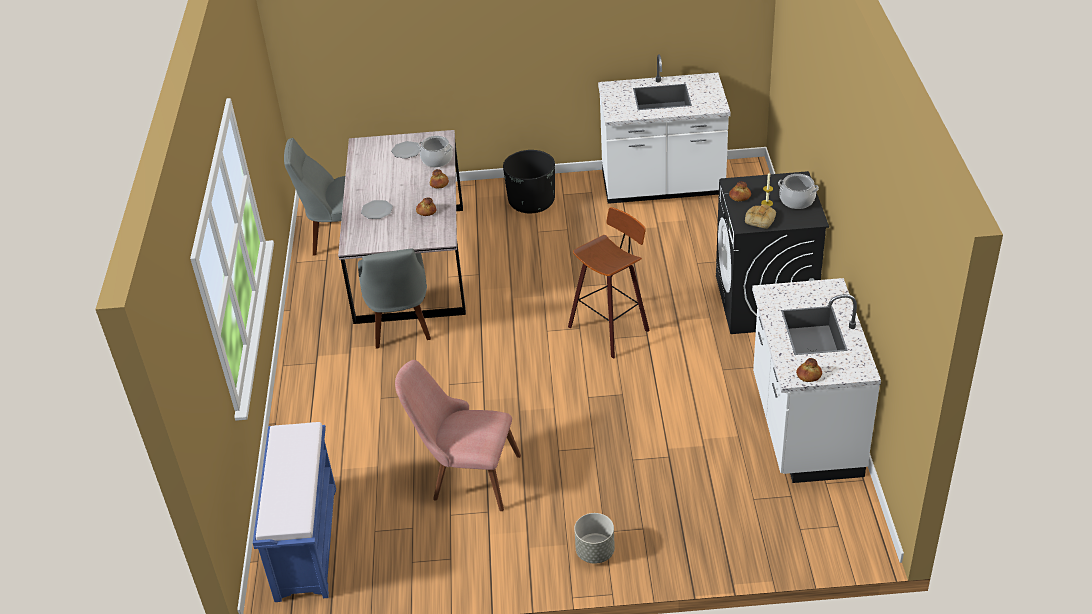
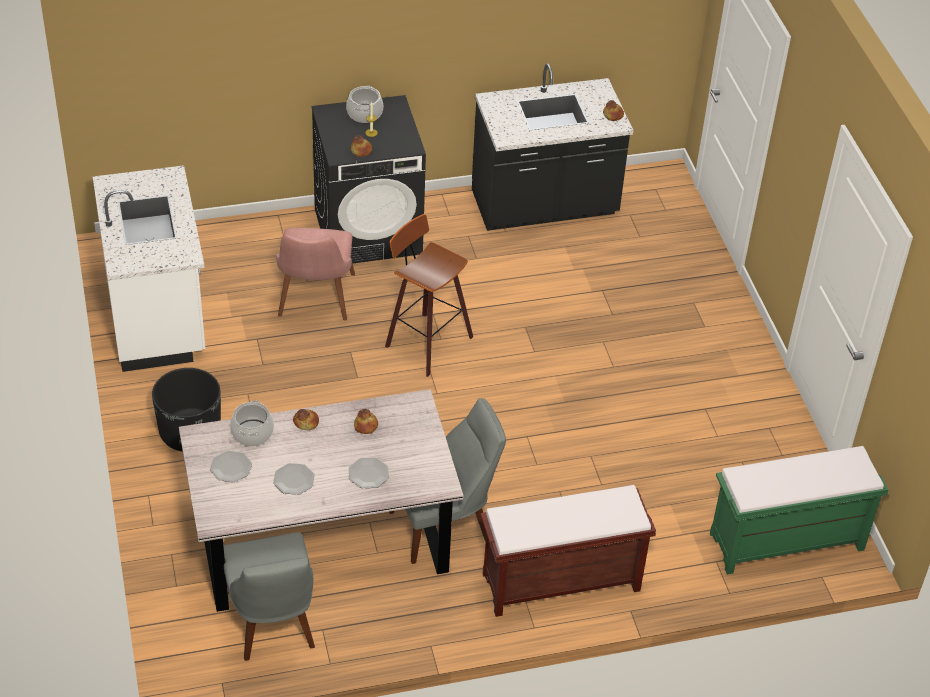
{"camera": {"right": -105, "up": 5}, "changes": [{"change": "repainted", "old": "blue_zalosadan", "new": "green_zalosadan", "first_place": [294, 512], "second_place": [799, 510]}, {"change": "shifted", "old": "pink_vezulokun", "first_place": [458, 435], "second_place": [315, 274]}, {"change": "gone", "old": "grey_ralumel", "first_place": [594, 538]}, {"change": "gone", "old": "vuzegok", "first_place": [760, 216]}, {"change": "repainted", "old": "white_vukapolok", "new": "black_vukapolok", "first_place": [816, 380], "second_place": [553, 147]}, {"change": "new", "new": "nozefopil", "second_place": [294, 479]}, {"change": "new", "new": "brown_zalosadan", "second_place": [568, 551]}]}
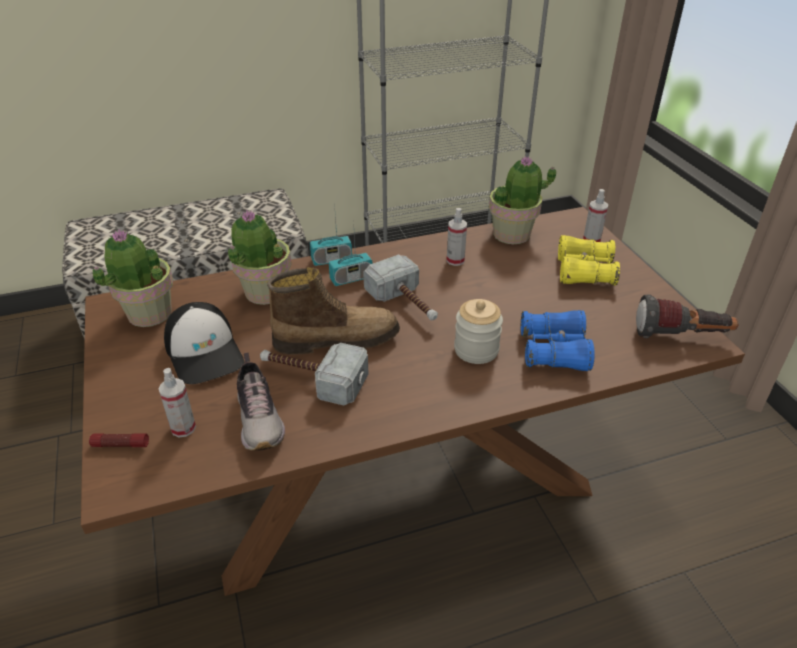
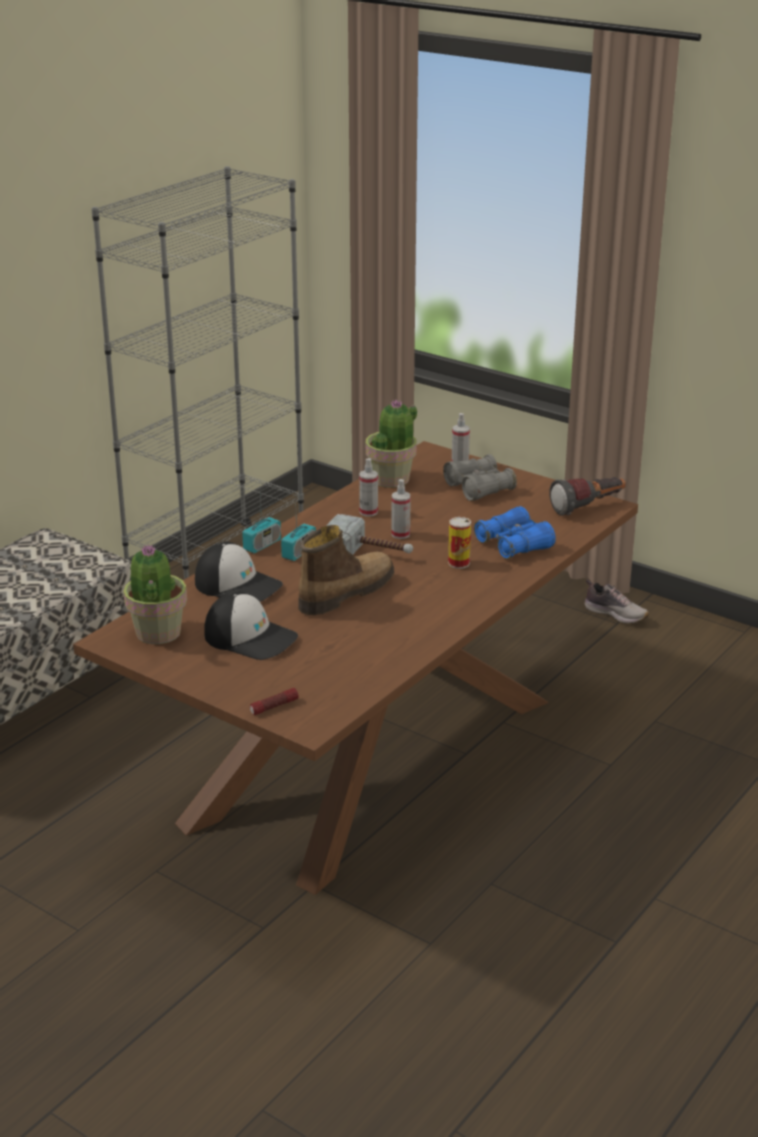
{"camera": {"right": -35, "up": -10}, "changes": [{"change": "shifted", "old": "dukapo", "first_place": [177, 402], "second_place": [401, 509]}, {"change": "swapped", "old": "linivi", "new": "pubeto", "first_place": [259, 258], "second_place": [239, 572]}, {"change": "shifted", "old": "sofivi", "first_place": [261, 402], "second_place": [617, 601]}, {"change": "gone", "old": "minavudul", "first_place": [314, 374]}, {"change": "swapped", "old": "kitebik", "new": "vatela", "first_place": [478, 331], "second_place": [459, 543]}, {"change": "repainted", "old": "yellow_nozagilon", "new": "grey_nozagilon", "first_place": [589, 260], "second_place": [480, 477]}]}
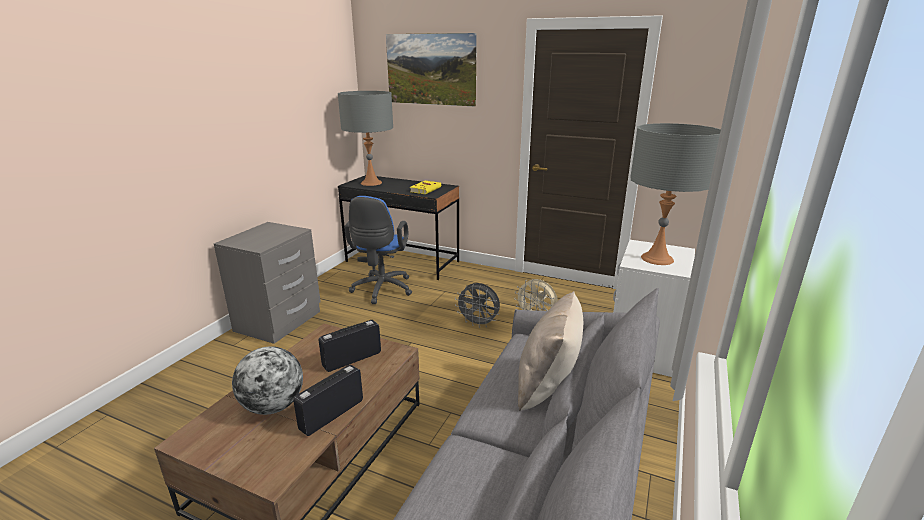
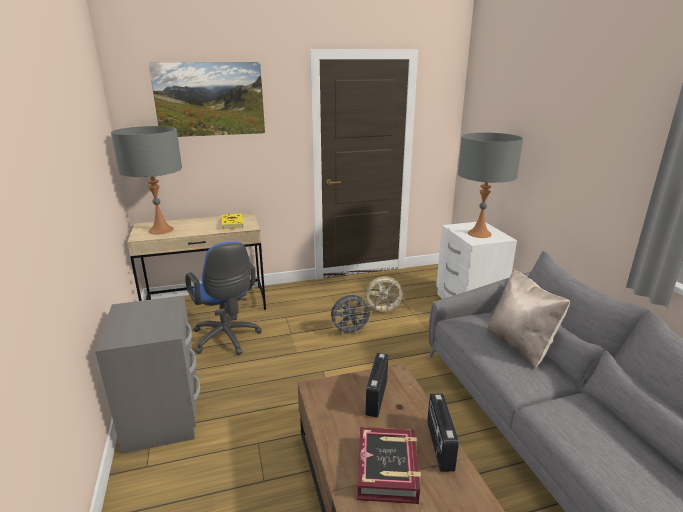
{"camera": {"right": -40, "up": 0}, "changes": [{"change": "swapped", "old": "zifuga", "new": "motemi", "first_place": [267, 380], "second_place": [389, 465]}, {"change": "repainted", "old": "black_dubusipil", "new": "beige_dubusipil", "first_place": [398, 227], "second_place": [196, 261]}]}
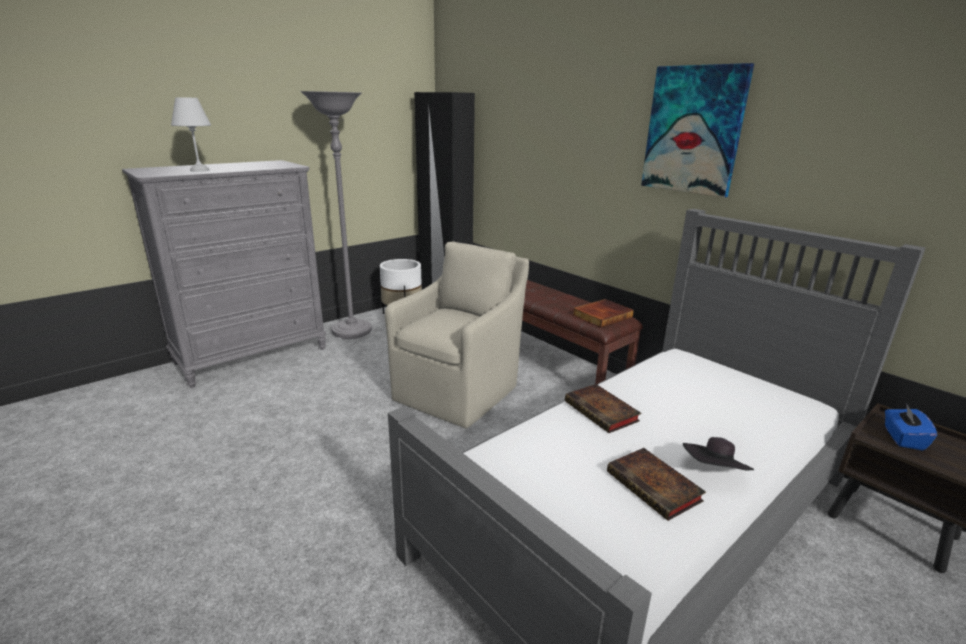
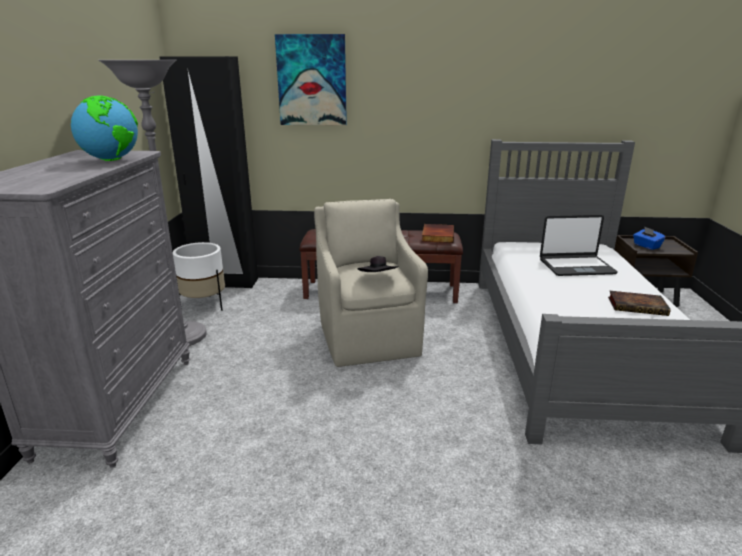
{"camera": {"right": -45, "up": 0}, "changes": [{"change": "gone", "old": "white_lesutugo", "first_place": [191, 134]}, {"change": "gone", "old": "motemi", "first_place": [603, 408]}, {"change": "shifted", "old": "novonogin", "first_place": [697, 130], "second_place": [311, 80]}, {"change": "shifted", "old": "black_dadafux", "first_place": [718, 454], "second_place": [378, 264]}, {"change": "new", "new": "zifuga", "second_place": [104, 128]}, {"change": "new", "new": "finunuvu", "second_place": [579, 245]}]}
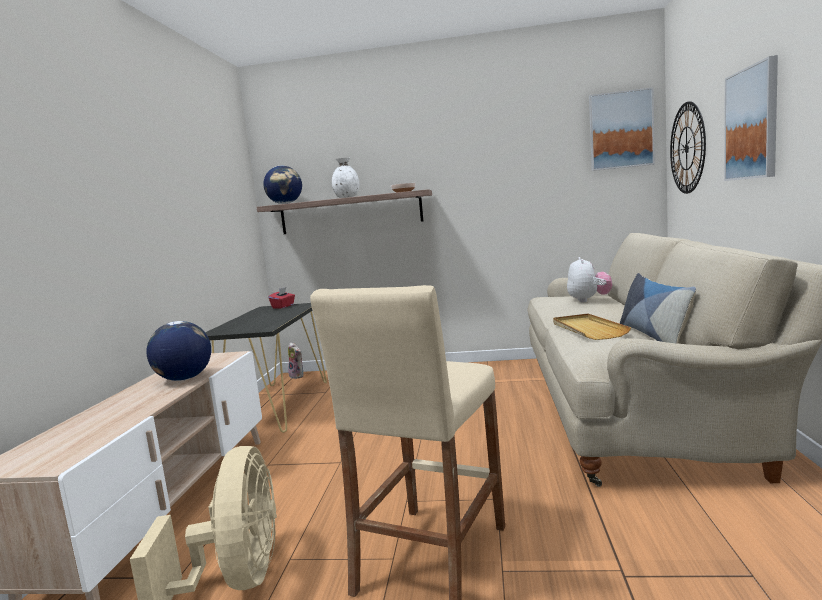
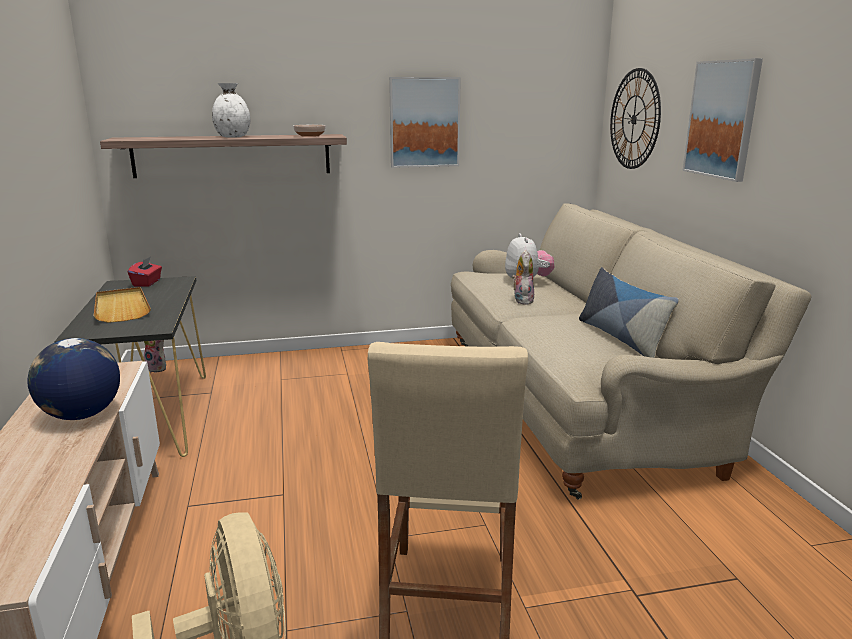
{"camera": {"right": -20, "up": 10}, "changes": [{"change": "gone", "old": "zifuga", "first_place": [282, 185]}, {"change": "shifted", "old": "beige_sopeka", "first_place": [592, 327], "second_place": [122, 305]}, {"change": "shifted", "old": "novonogin", "first_place": [622, 129], "second_place": [425, 122]}, {"change": "new", "new": "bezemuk", "second_place": [523, 277]}]}
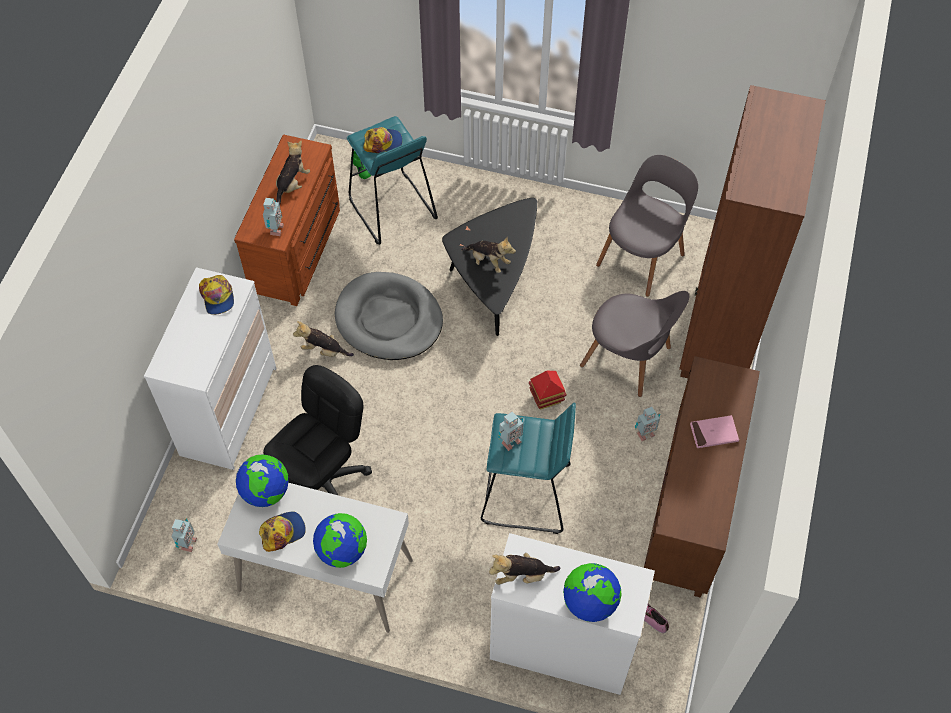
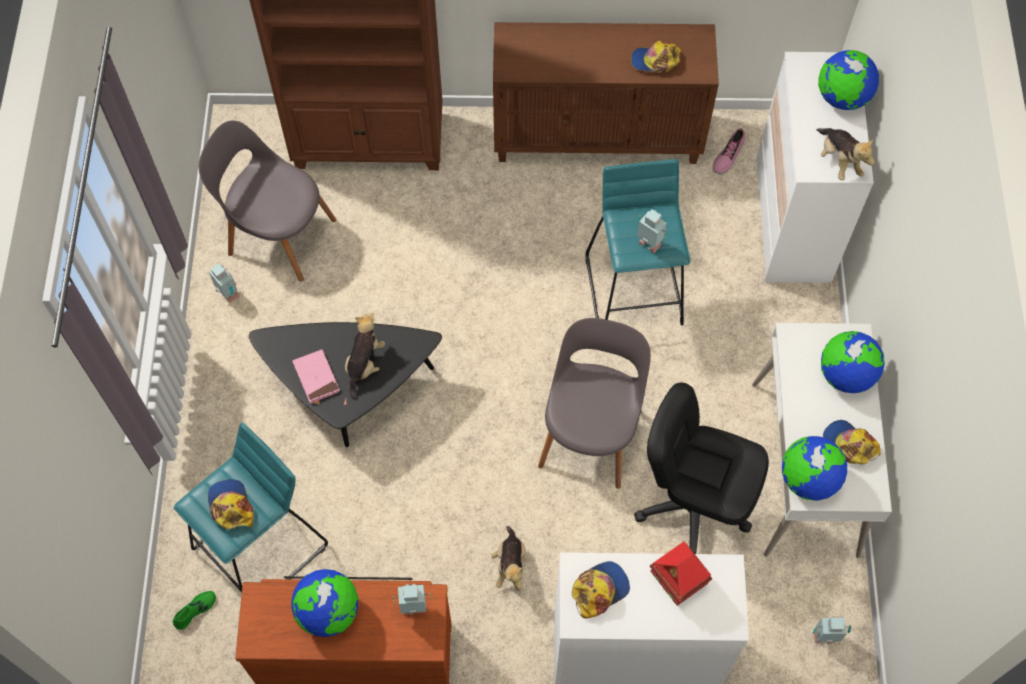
{"camera": {"right": -105, "up": 5}, "changes": [{"change": "swapped", "old": "bezemuk", "new": "zifuga", "first_place": [293, 173], "second_place": [324, 603]}, {"change": "gone", "old": "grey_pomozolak", "first_place": [389, 316]}, {"change": "shifted", "old": "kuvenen", "first_place": [548, 390], "second_place": [681, 573]}, {"change": "shifted", "old": "grey_vezulokun", "first_place": [634, 344], "second_place": [594, 403]}, {"change": "shifted", "old": "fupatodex", "first_place": [647, 423], "second_place": [224, 283]}, {"change": "shifted", "old": "pink_motemi", "first_place": [714, 431], "second_place": [316, 376]}, {"change": "new", "new": "pubeto", "second_place": [656, 57]}]}
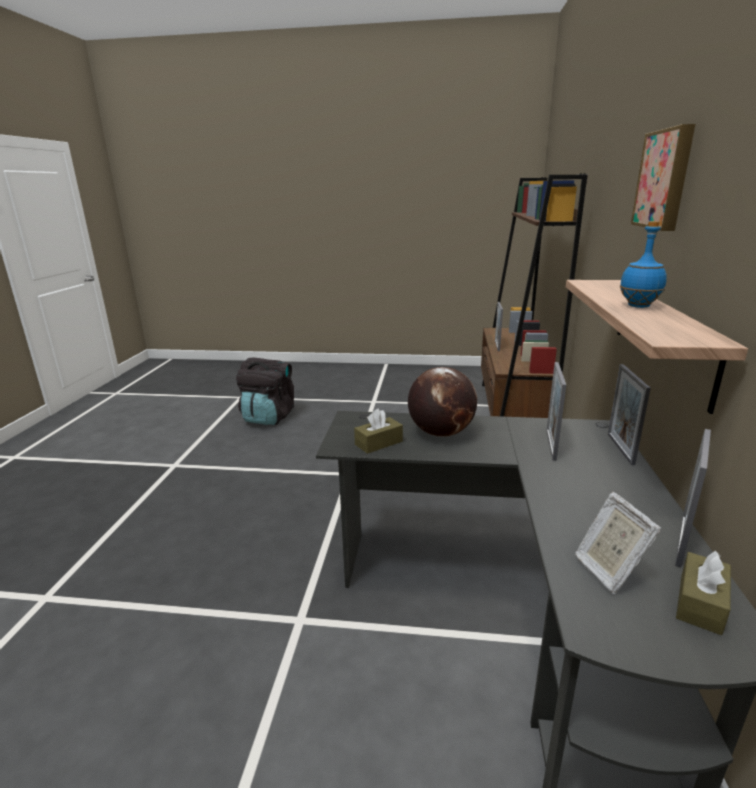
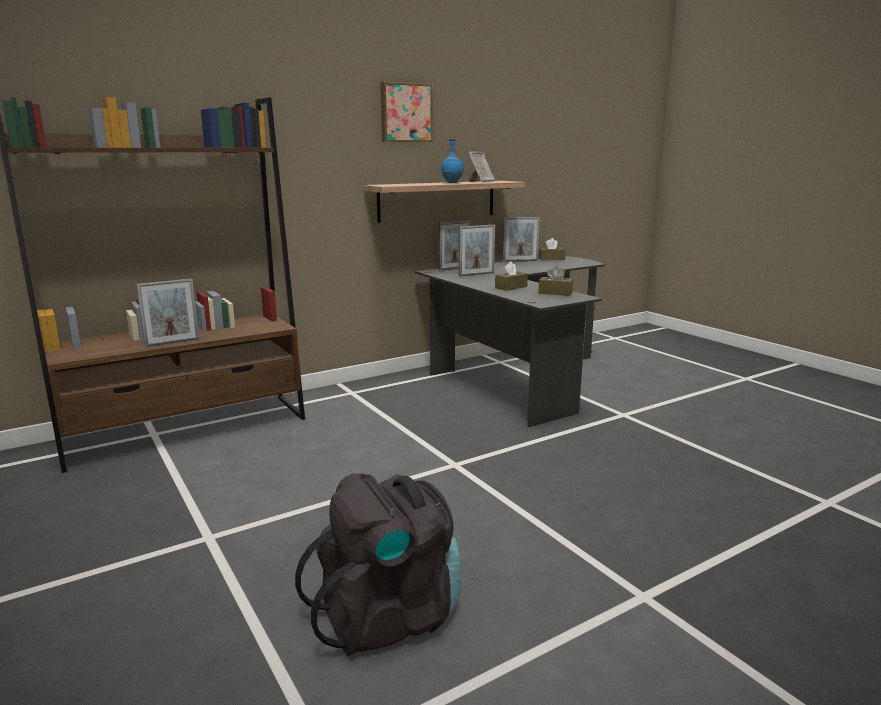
{"camera": {"right": -130, "up": -5}, "changes": [{"change": "swapped", "old": "zifuga", "new": "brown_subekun", "first_place": [442, 402], "second_place": [511, 276]}, {"change": "shifted", "old": "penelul", "first_place": [617, 543], "second_place": [481, 167]}]}
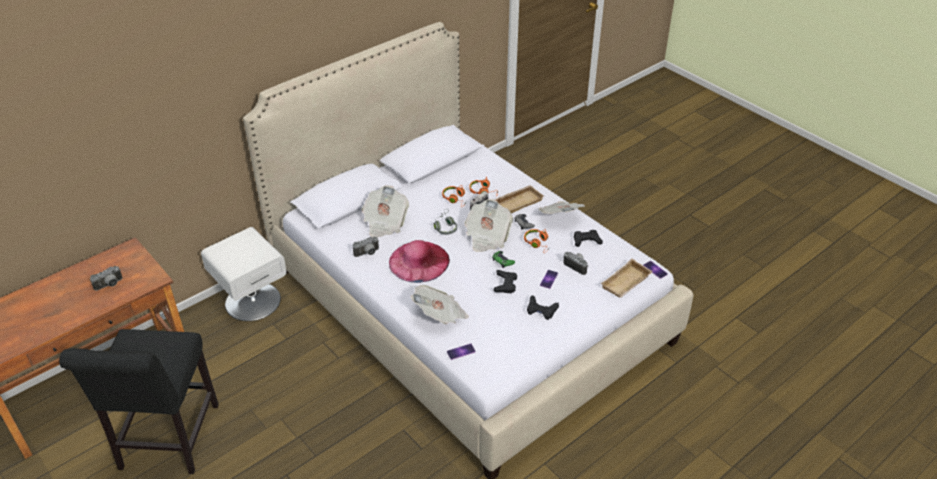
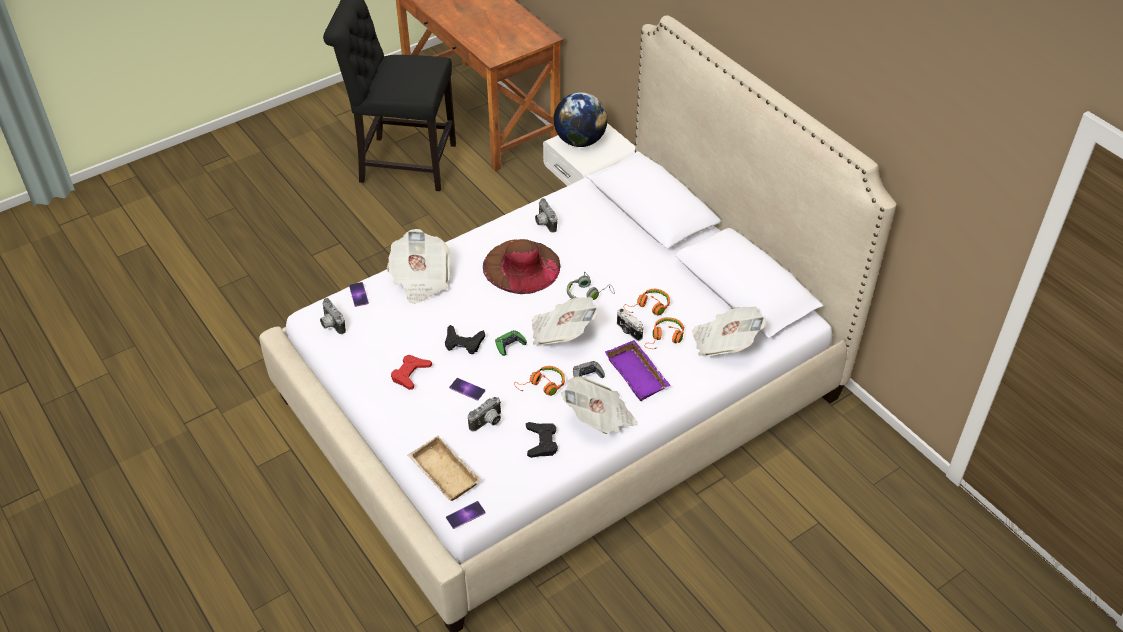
{"camera": {"right": 95, "up": 5}, "changes": [{"change": "shifted", "old": "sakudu", "first_place": [106, 278], "second_place": [333, 316]}, {"change": "shifted", "old": "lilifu", "first_place": [385, 211], "second_place": [729, 331]}, {"change": "repainted", "old": "pink_dadafux", "new": "brown_dadafux", "first_place": [419, 261], "second_place": [522, 266]}, {"change": "repainted", "old": "beige_sopeka", "new": "purple_sopeka", "first_place": [519, 199], "second_place": [638, 370]}, {"change": "repainted", "old": "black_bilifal", "new": "red_bilifal", "first_place": [543, 307], "second_place": [411, 372]}, {"change": "new", "new": "zifuga", "second_place": [580, 119]}]}
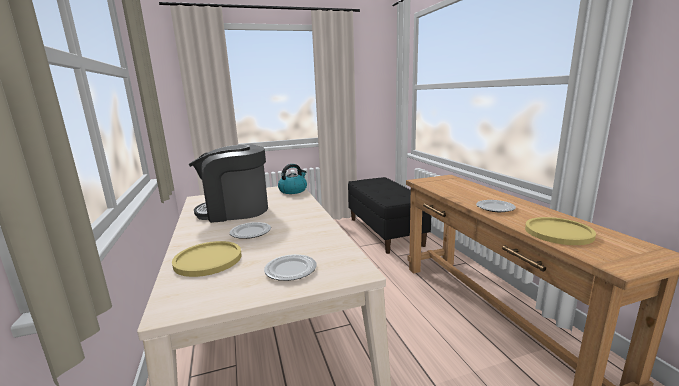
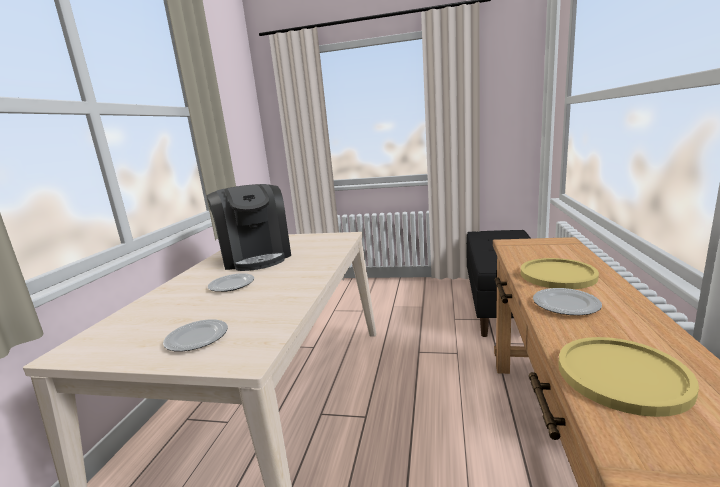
{"camera": {"right": 30, "up": 0}, "changes": [{"change": "shifted", "old": "yellow_nozefopil", "first_place": [207, 259], "second_place": [560, 273]}, {"change": "rotated", "old": "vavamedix", "first_place": [228, 183], "second_place": [248, 227], "degrees": -135}, {"change": "gone", "old": "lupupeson", "first_place": [292, 179]}]}
